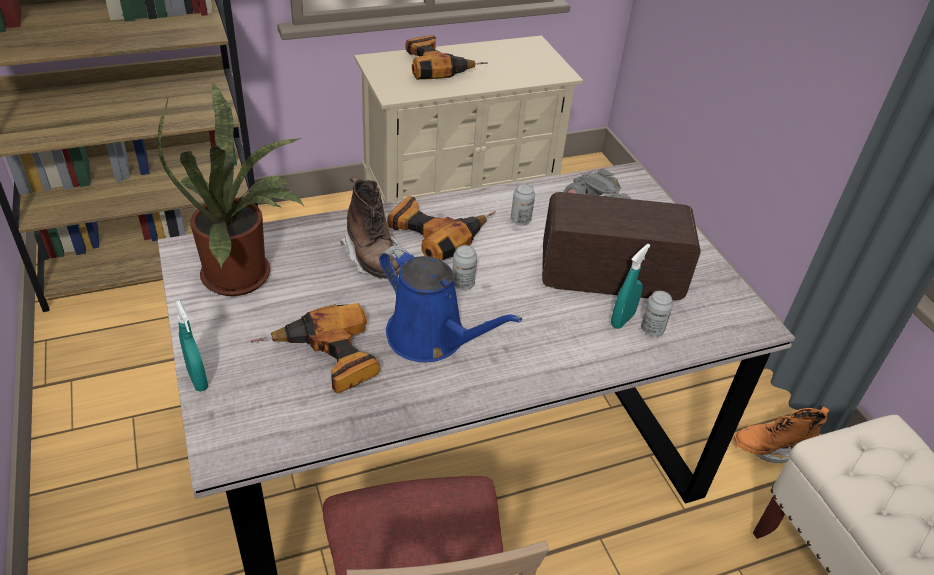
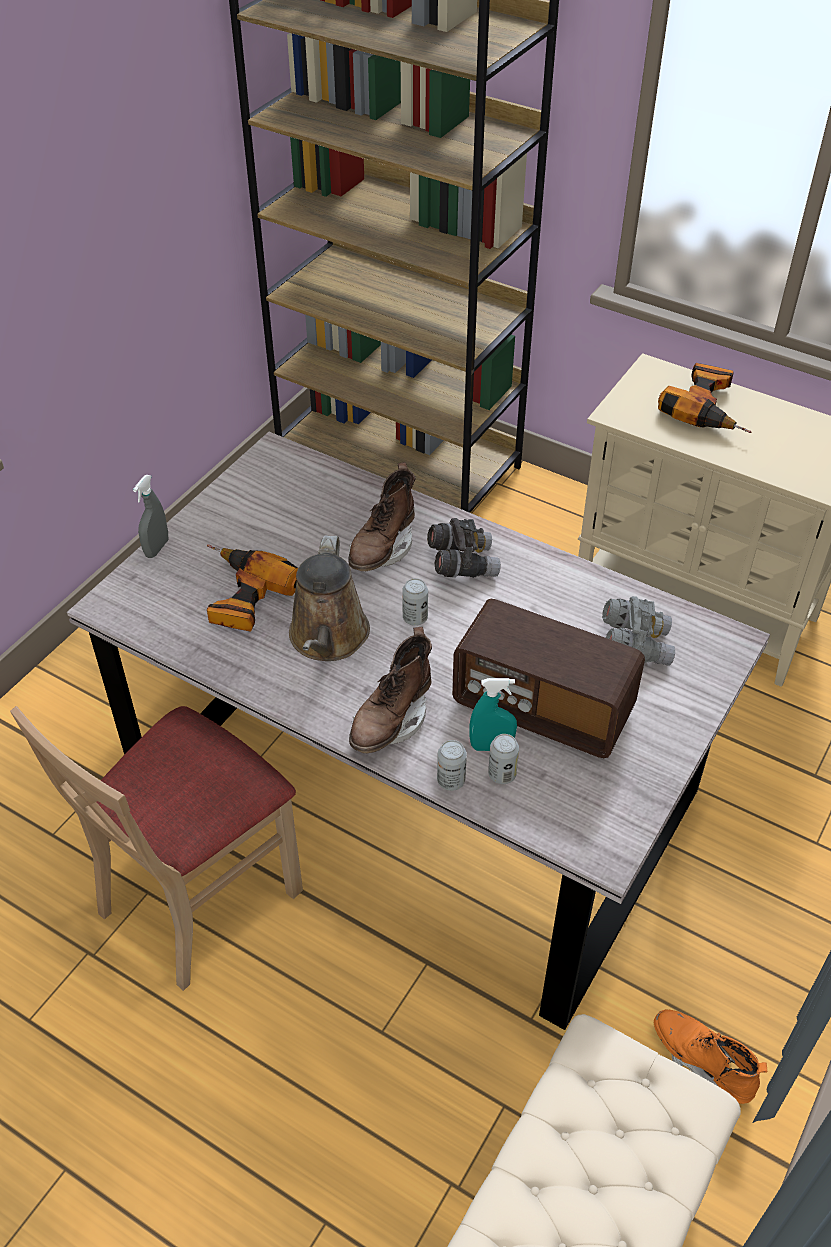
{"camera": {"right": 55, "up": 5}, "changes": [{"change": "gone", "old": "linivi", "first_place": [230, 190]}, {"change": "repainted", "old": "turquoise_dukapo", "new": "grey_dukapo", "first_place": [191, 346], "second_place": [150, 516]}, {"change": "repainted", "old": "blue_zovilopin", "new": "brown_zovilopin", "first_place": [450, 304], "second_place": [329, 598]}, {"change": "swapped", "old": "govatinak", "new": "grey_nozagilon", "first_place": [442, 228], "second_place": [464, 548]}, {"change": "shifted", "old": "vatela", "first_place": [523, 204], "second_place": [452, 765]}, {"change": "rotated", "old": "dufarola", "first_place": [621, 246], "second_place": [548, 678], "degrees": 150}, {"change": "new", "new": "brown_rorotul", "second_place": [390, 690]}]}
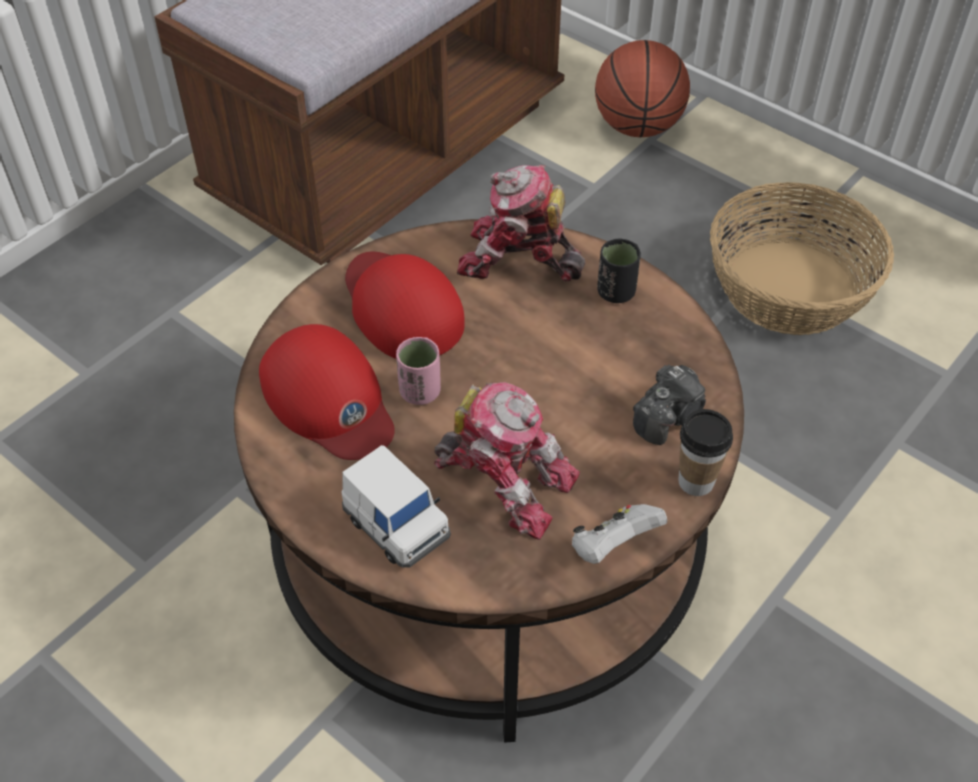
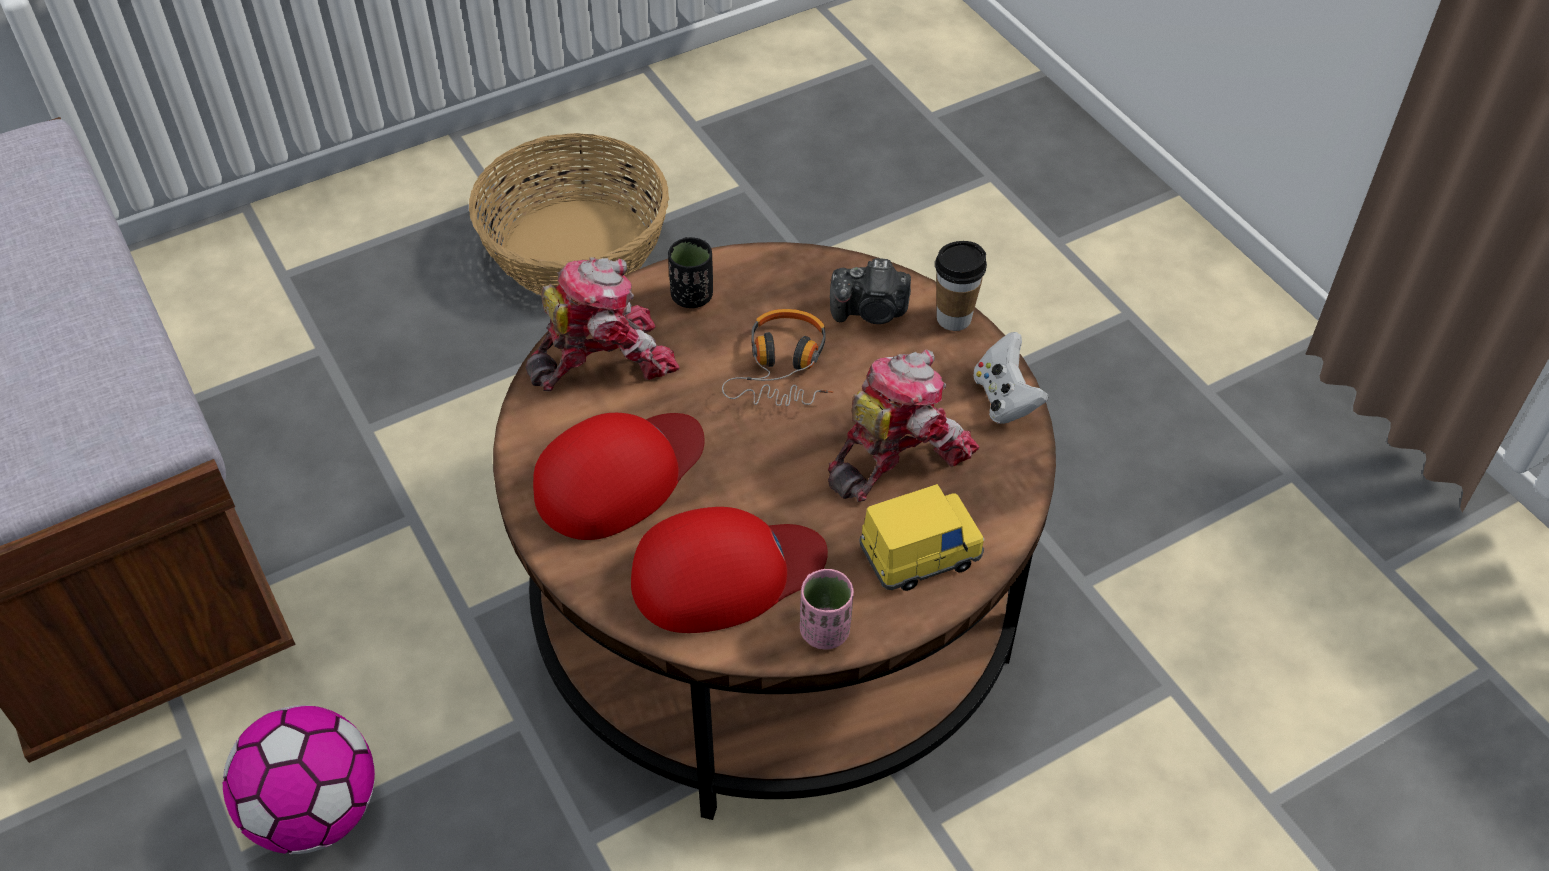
{"camera": {"right": -70, "up": 0}, "changes": [{"change": "repainted", "old": "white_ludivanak", "new": "yellow_ludivanak", "first_place": [396, 506], "second_place": [922, 537]}, {"change": "rotated", "old": "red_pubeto", "first_place": [405, 305], "second_place": [619, 476], "degrees": 150}, {"change": "shifted", "old": "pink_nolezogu", "first_place": [418, 371], "second_place": [827, 609]}, {"change": "rotated", "old": "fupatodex", "first_place": [521, 223], "second_place": [602, 324], "degrees": -150}, {"change": "gone", "old": "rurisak", "first_place": [642, 88]}, {"change": "rotated", "old": "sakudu", "first_place": [669, 405], "second_place": [870, 291], "degrees": 120}, {"change": "new", "new": "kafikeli", "second_place": [299, 779]}, {"change": "new", "new": "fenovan", "second_place": [777, 357]}]}
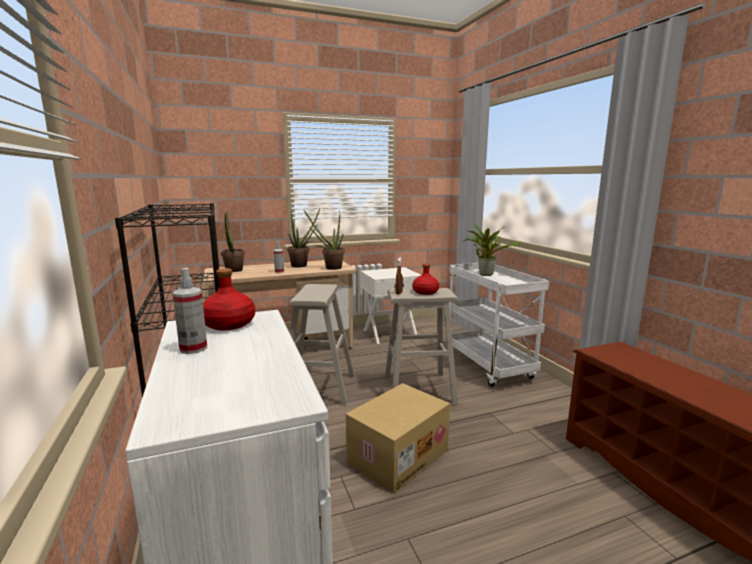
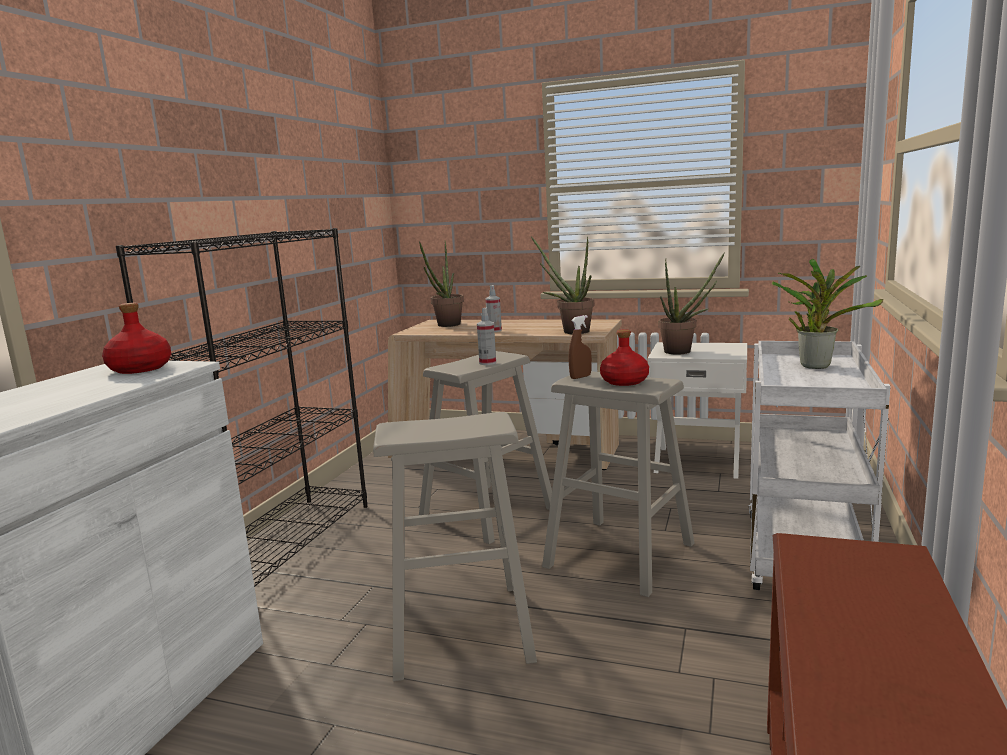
{"camera": {"right": 40, "up": 0}, "changes": [{"change": "shifted", "old": "dukapo", "first_place": [189, 311], "second_place": [486, 336]}, {"change": "shifted", "old": "linivi", "first_place": [303, 238], "second_place": [691, 303]}, {"change": "swapped", "old": "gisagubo", "new": "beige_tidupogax", "first_place": [398, 438], "second_place": [455, 546]}]}
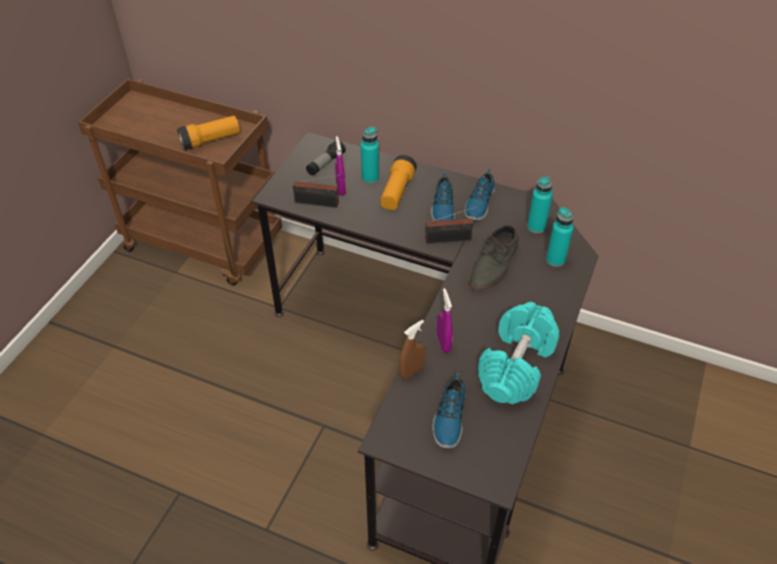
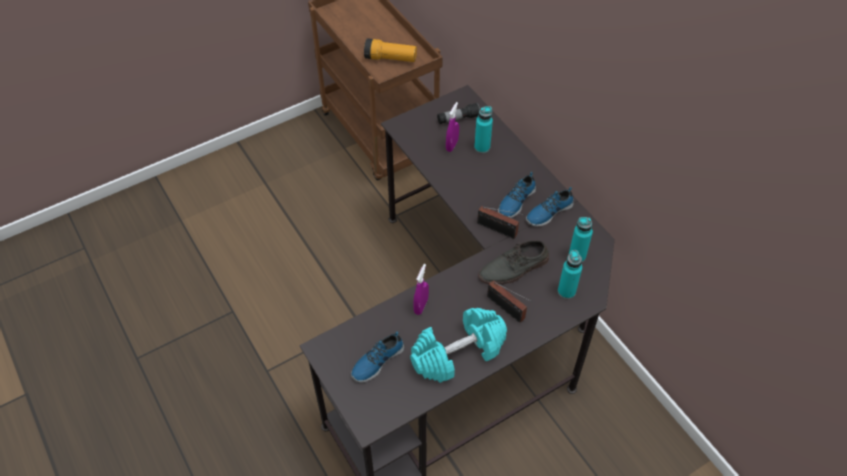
{"camera": {"right": 35, "up": 5}, "changes": [{"change": "shifted", "old": "dufarola", "first_place": [317, 191], "second_place": [509, 301]}, {"change": "gone", "old": "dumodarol", "first_place": [398, 182]}, {"change": "gone", "old": "brown_dukapo", "first_place": [412, 349]}]}
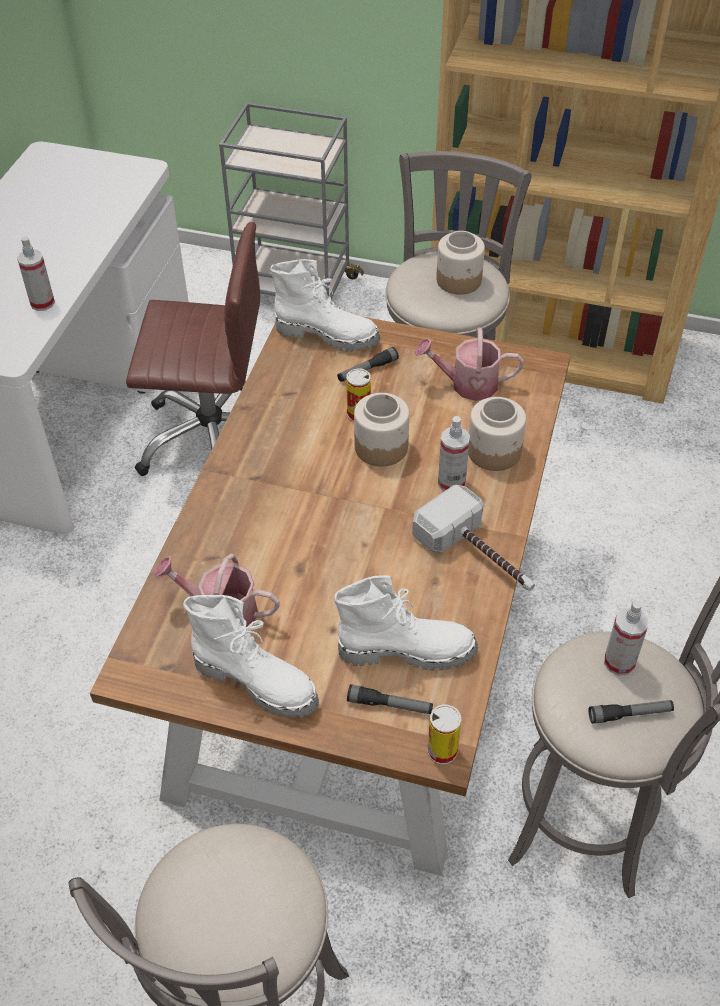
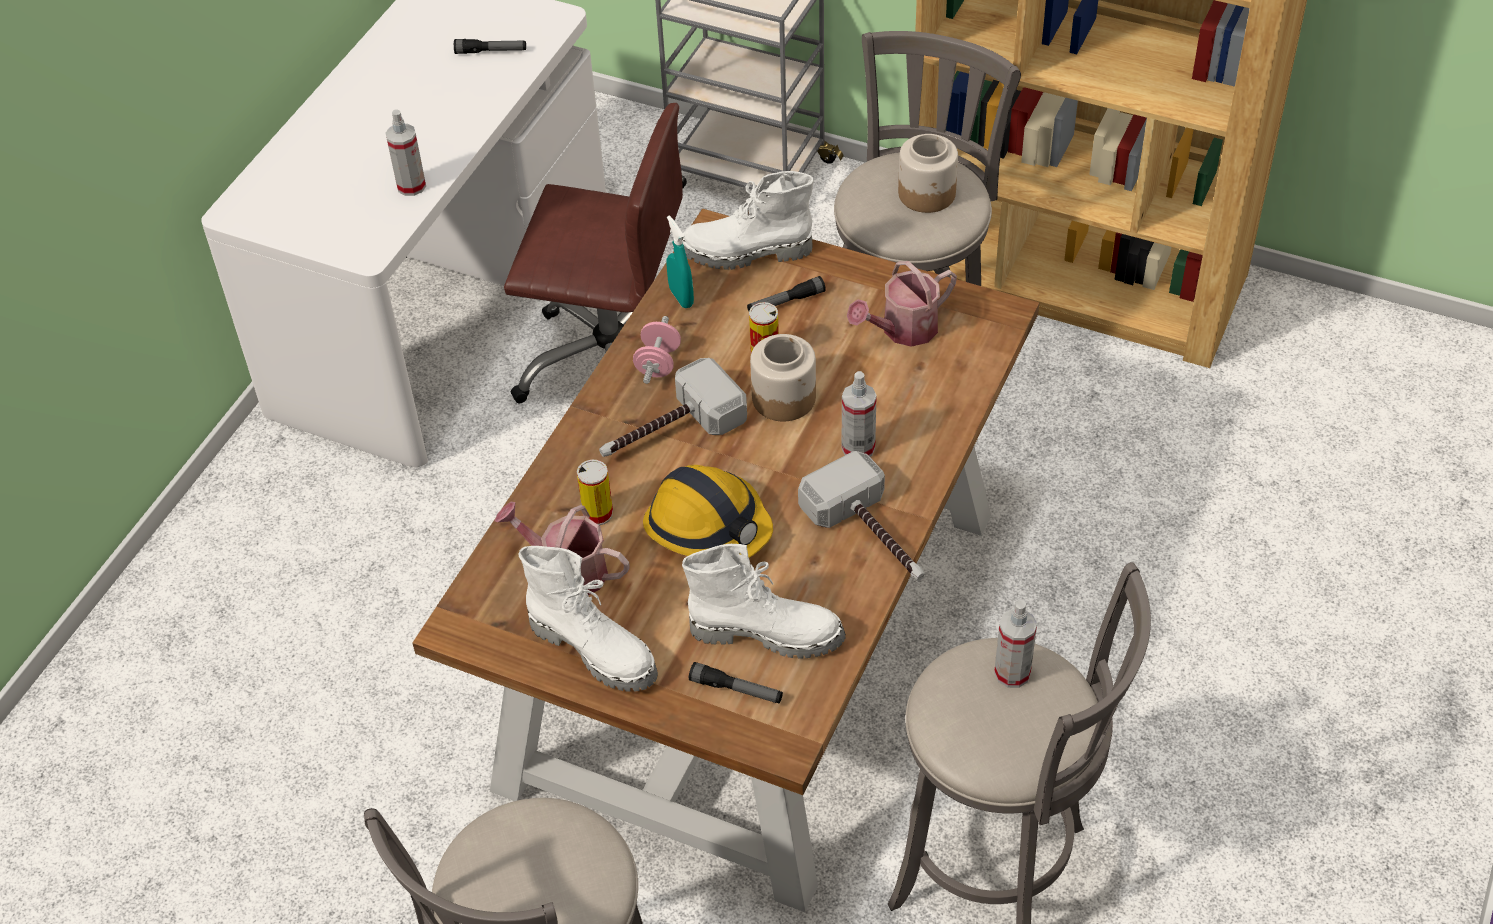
{"camera": {"right": 10, "up": 0}, "changes": [{"change": "rotated", "old": "white_rorotul", "first_place": [325, 305], "second_place": [748, 220], "degrees": 150}, {"change": "rotated", "old": "zovilopin", "first_place": [469, 364], "second_place": [902, 304], "degrees": -45}, {"change": "shifted", "old": "vatela", "first_place": [444, 734], "second_place": [595, 492]}, {"change": "gone", "old": "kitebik", "first_place": [497, 434]}, {"change": "shifted", "old": "dumodarol", "first_place": [631, 712], "second_place": [490, 46]}, {"change": "new", "new": "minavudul", "second_place": [673, 407]}, {"change": "new", "new": "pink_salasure", "second_place": [657, 350]}, {"change": "new", "new": "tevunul", "second_place": [708, 511]}, {"change": "new", "new": "turquoise_dukapo", "second_place": [680, 261]}]}
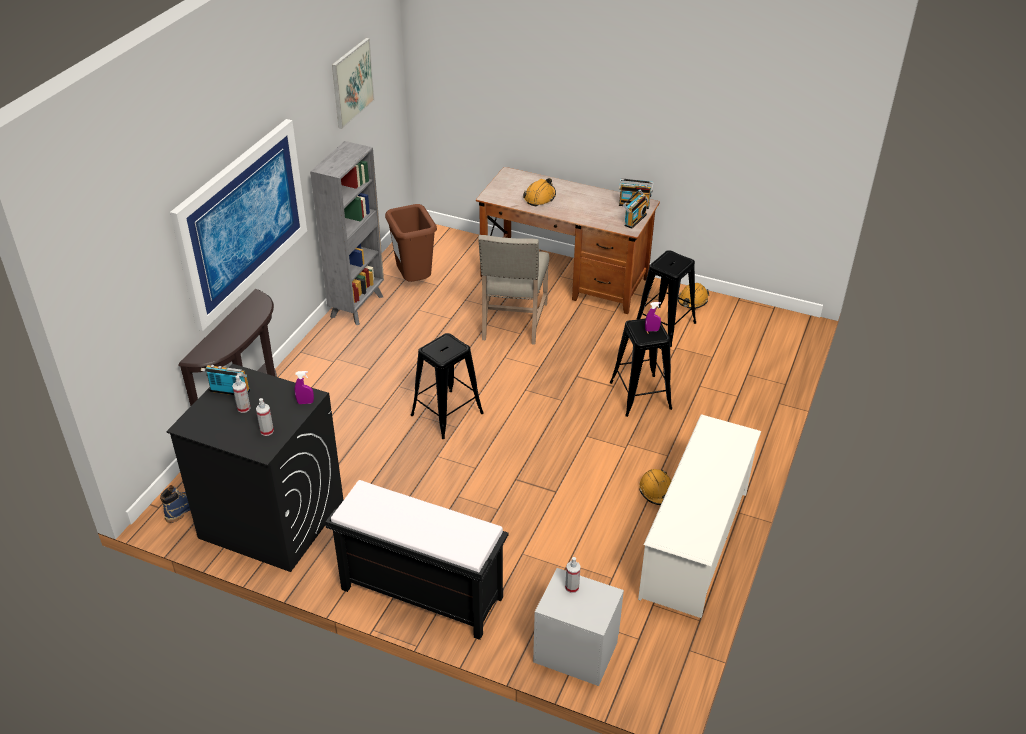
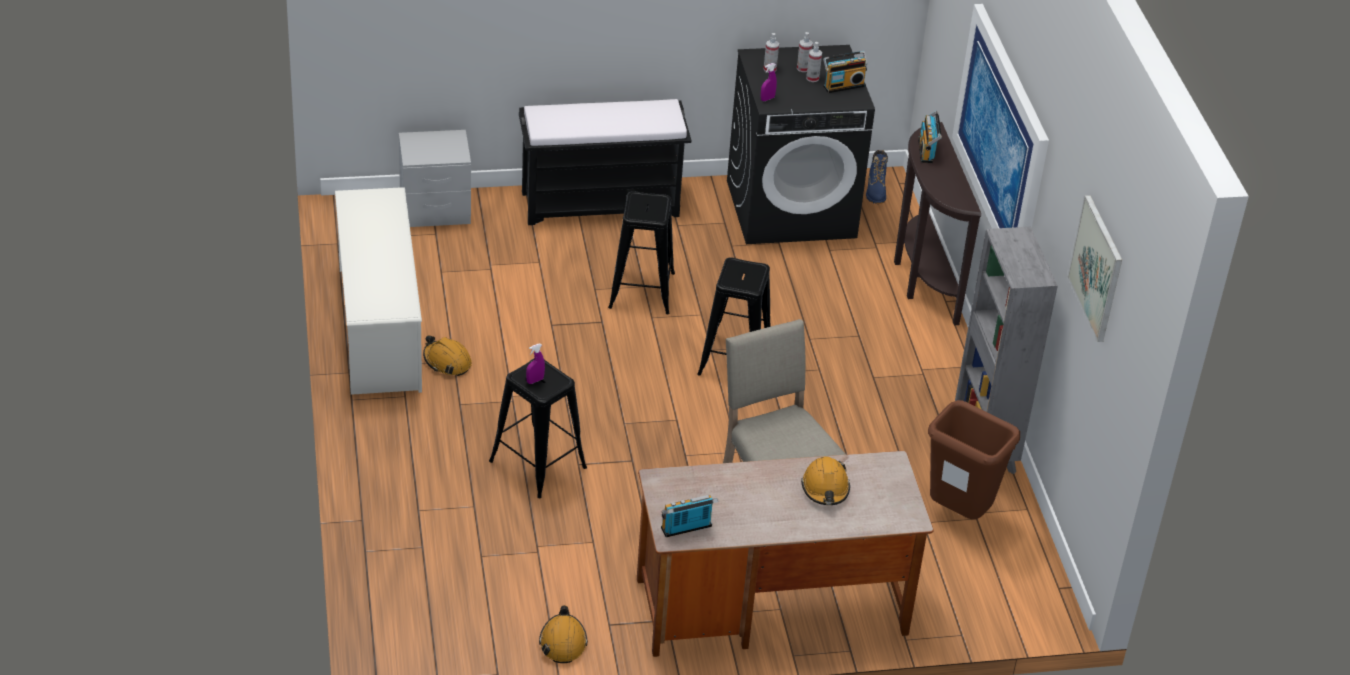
{"camera": {"right": 145, "up": 0}, "changes": [{"change": "shifted", "old": "dukapo", "first_place": [573, 575], "second_place": [805, 52]}, {"change": "shifted", "old": "dufarola", "first_place": [635, 209], "second_place": [930, 137]}, {"change": "shifted", "old": "black_tidupogax", "first_place": [666, 298], "second_place": [641, 252]}]}
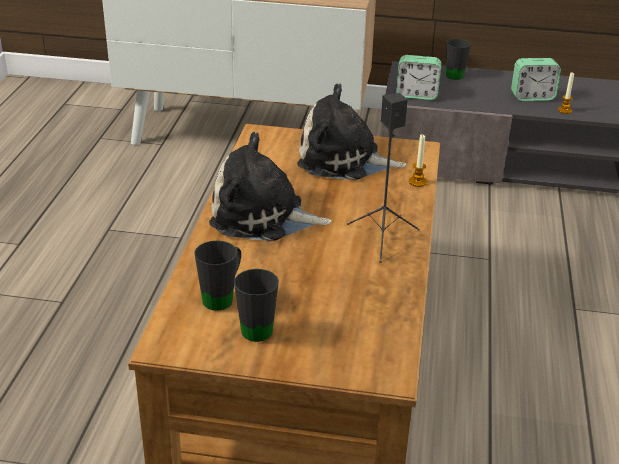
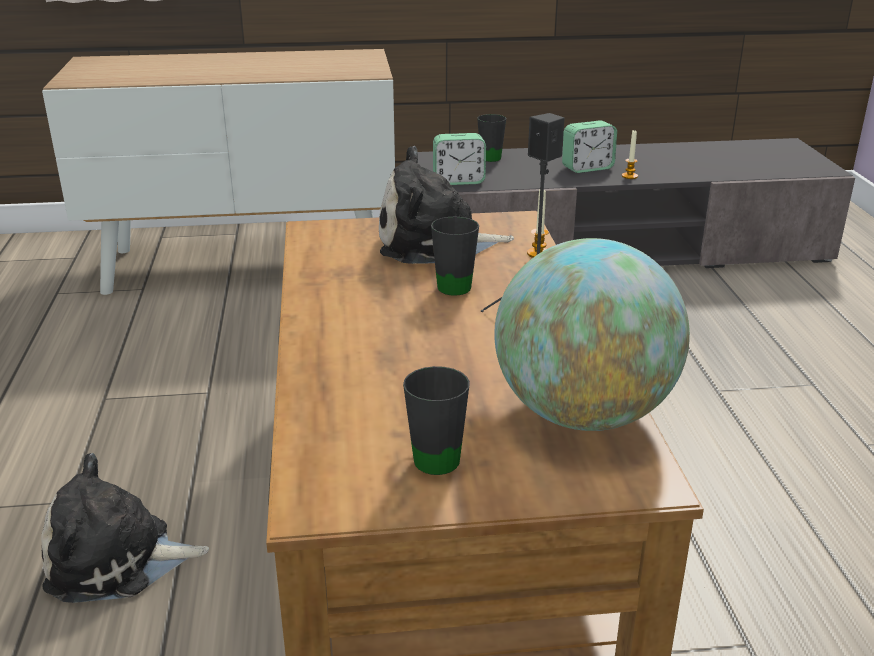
{"camera": {"right": -15, "up": -5}, "changes": [{"change": "shifted", "old": "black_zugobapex", "first_place": [217, 276], "second_place": [455, 256]}, {"change": "shifted", "old": "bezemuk", "first_place": [270, 186], "second_place": [125, 528]}, {"change": "new", "new": "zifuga", "second_place": [592, 334]}]}
